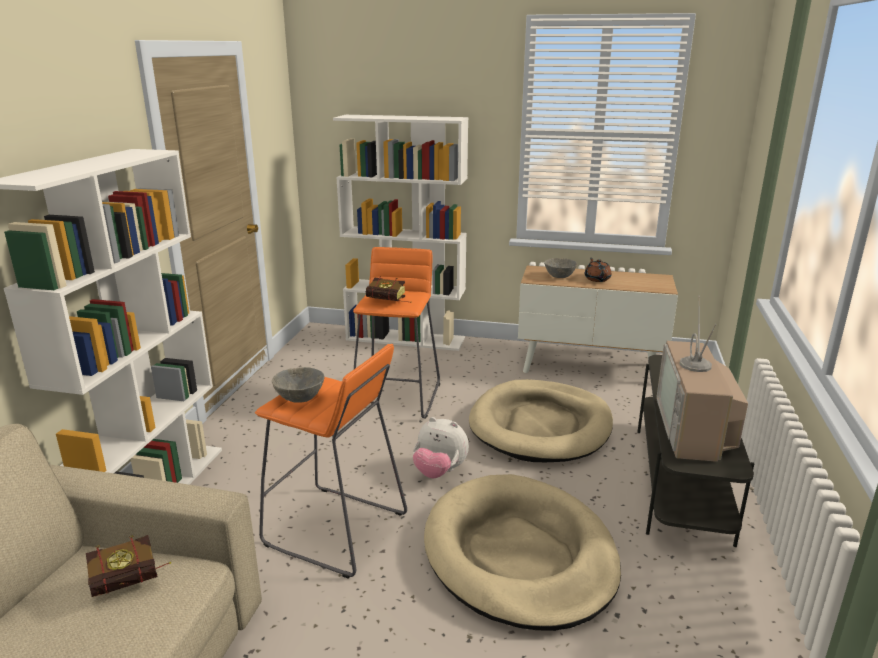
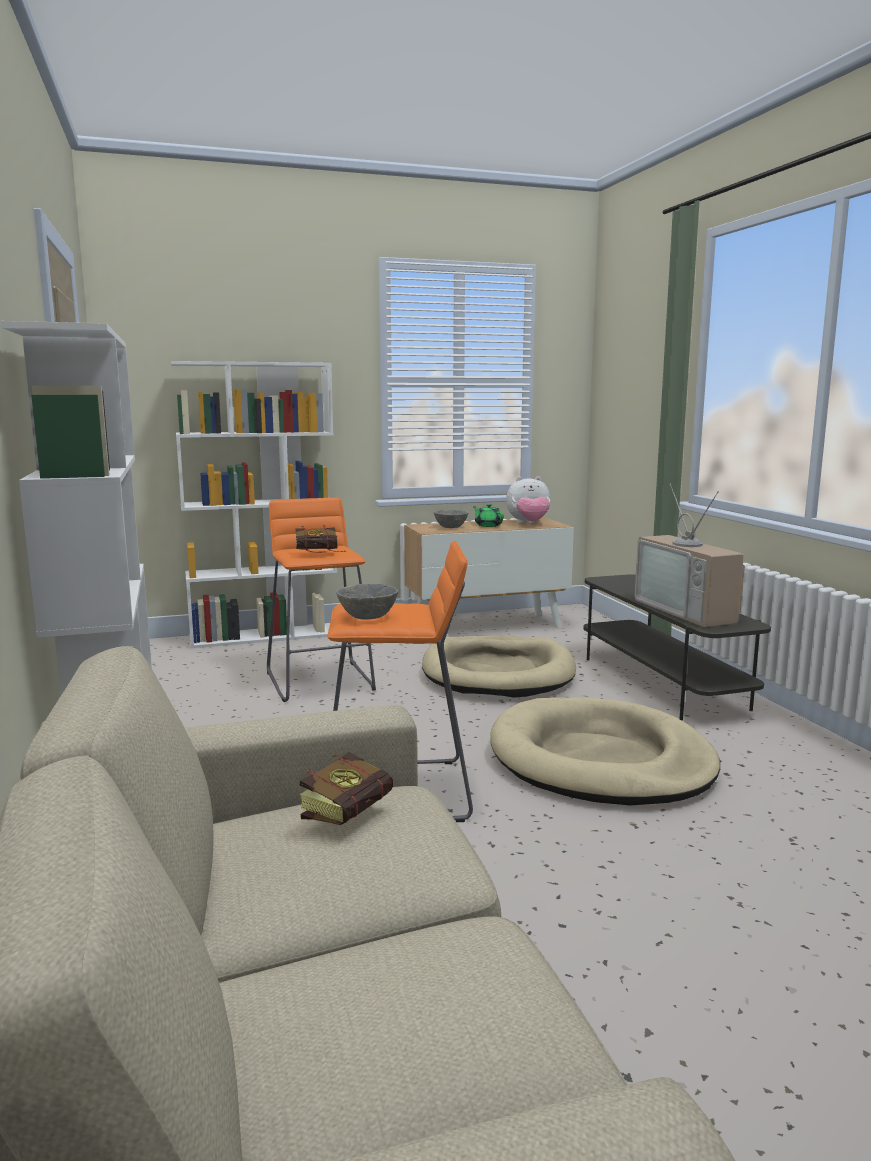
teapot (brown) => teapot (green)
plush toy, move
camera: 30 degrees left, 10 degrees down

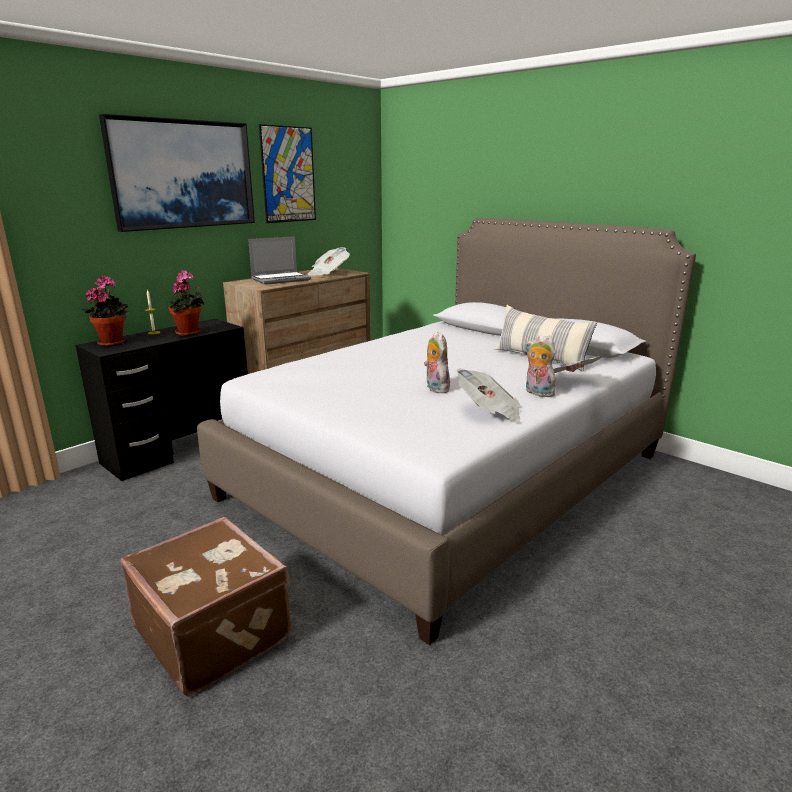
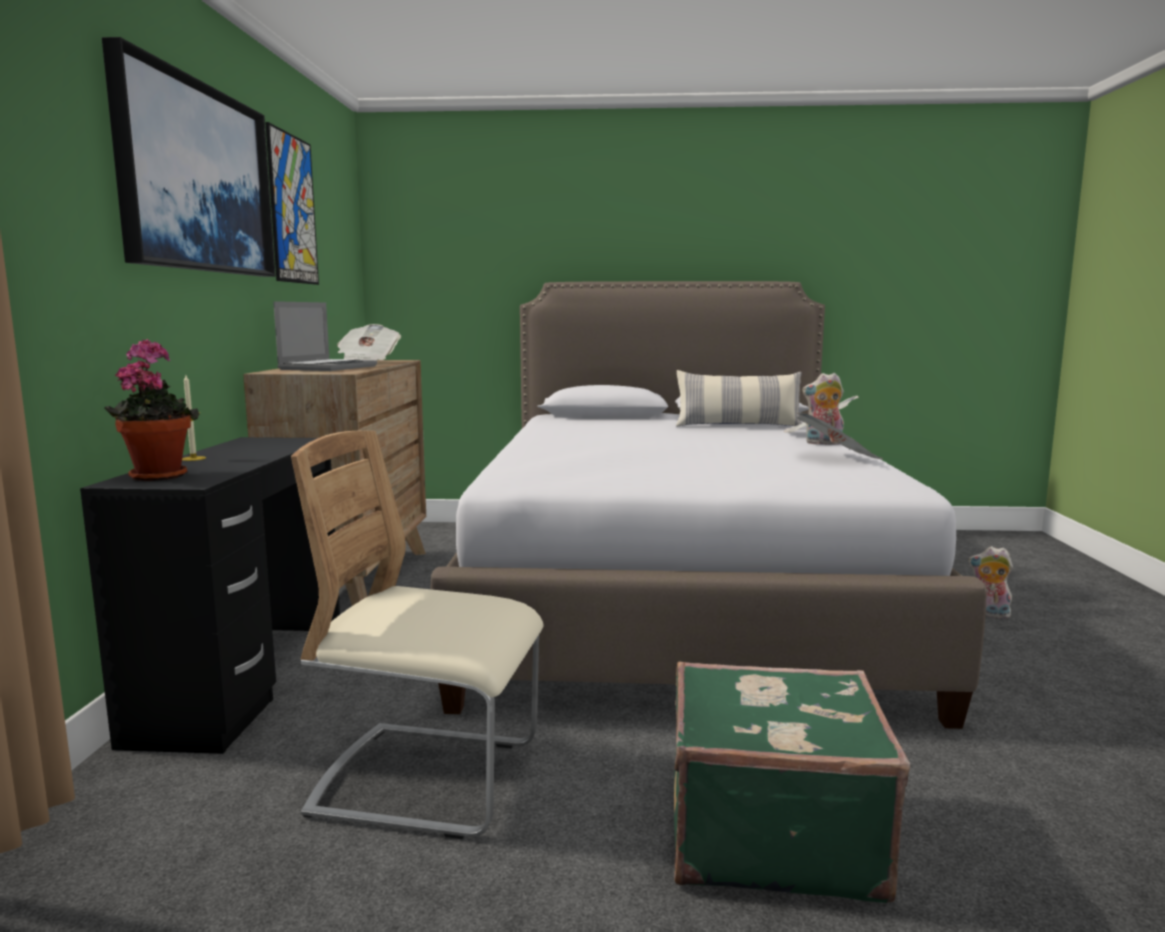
nothing => chair (beige)
suitcase (brown) => suitcase (green)
plush toy (1st from left in the first image) => plush toy (2nd from left), move
potted plant (2nd from left) => nothing
camera: 40 degrees left, 10 degrees down

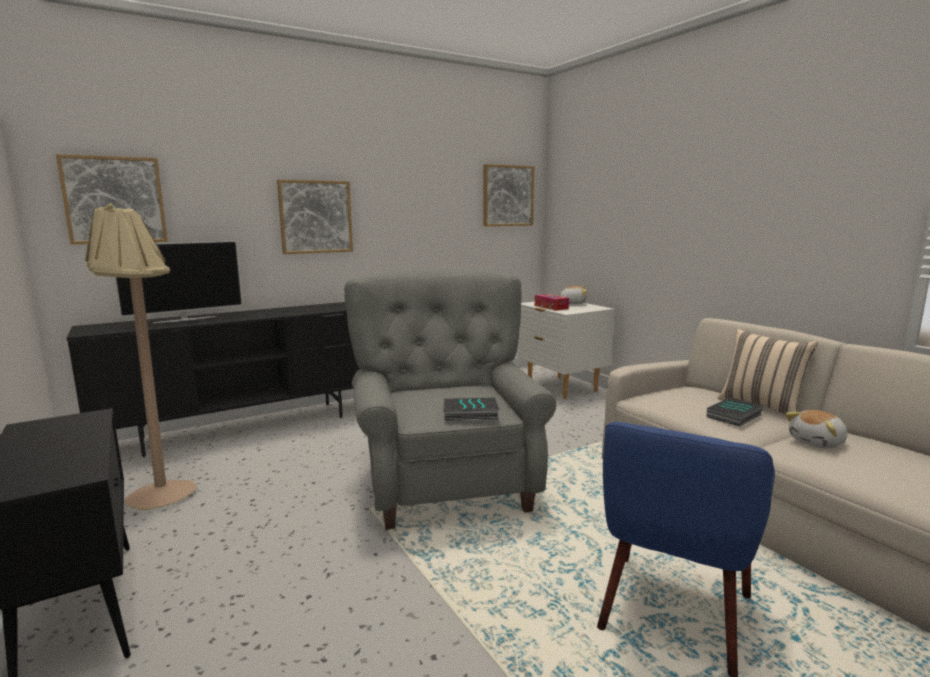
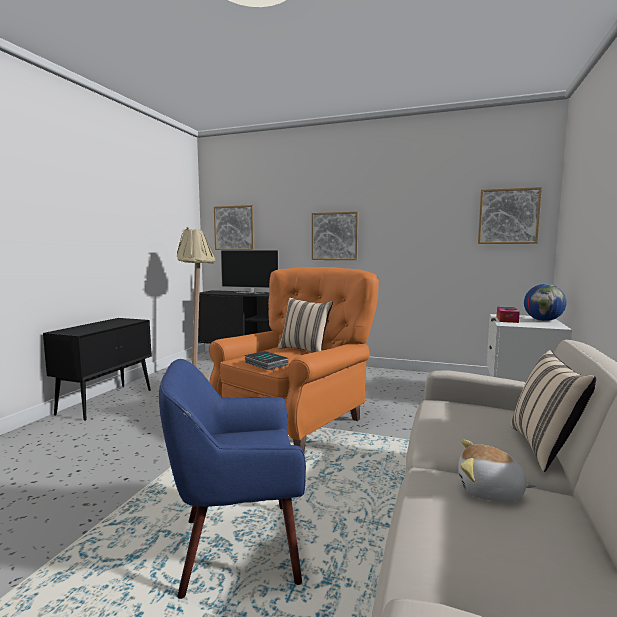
armchair (grey) => armchair (orange)
nothing => pillow (beige) (1st from left)
plush toy (1st from left) => globe
book (2nd from left) => nothing
camera: 50 degrees right, 5 degrees down

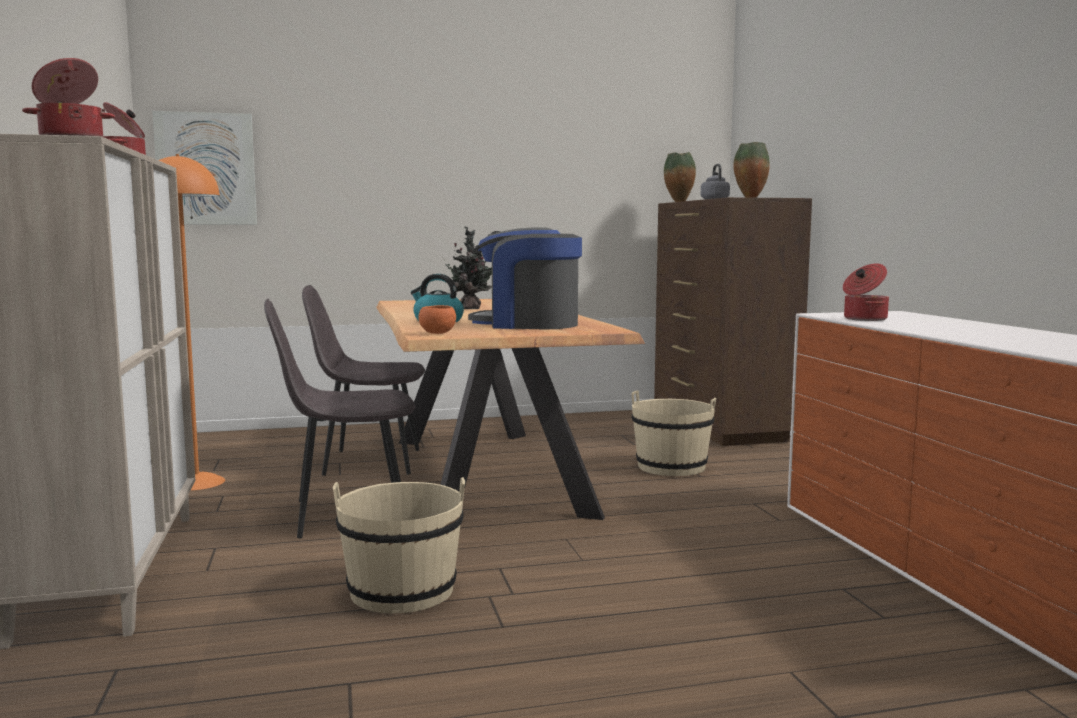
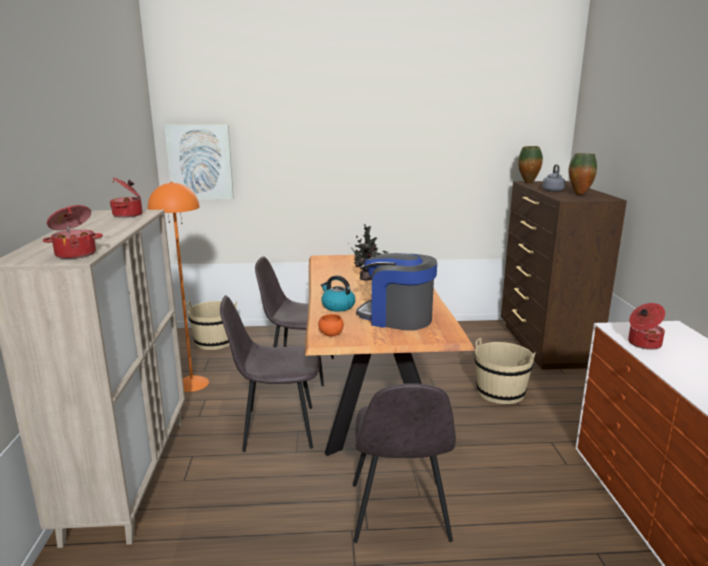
bucket (beige) (1st from left), move
nothing => chair (grey) (3rd from left)
camera: 10 degrees right, 10 degrees up

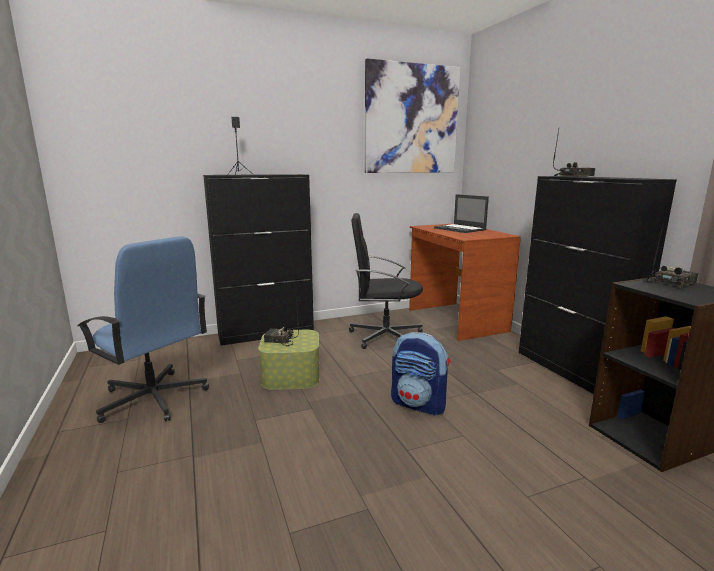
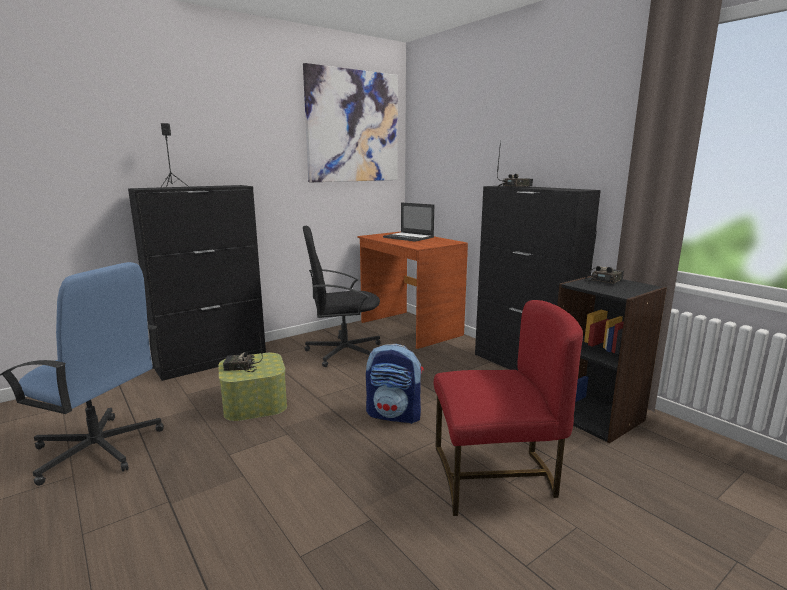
nothing => chair (red)
camera: 15 degrees left, 0 degrees up

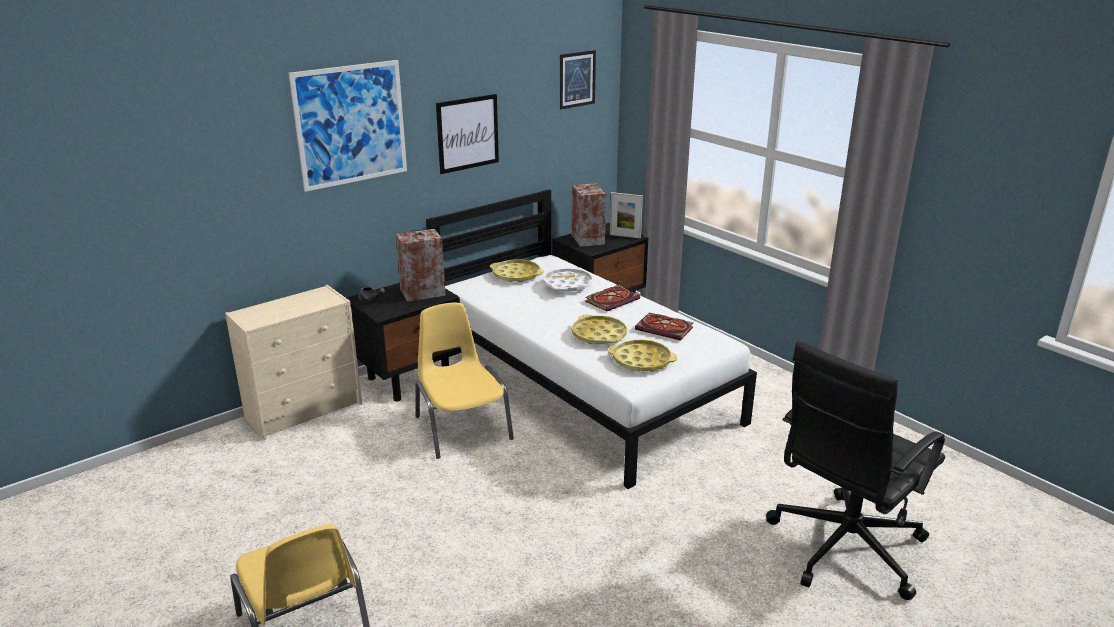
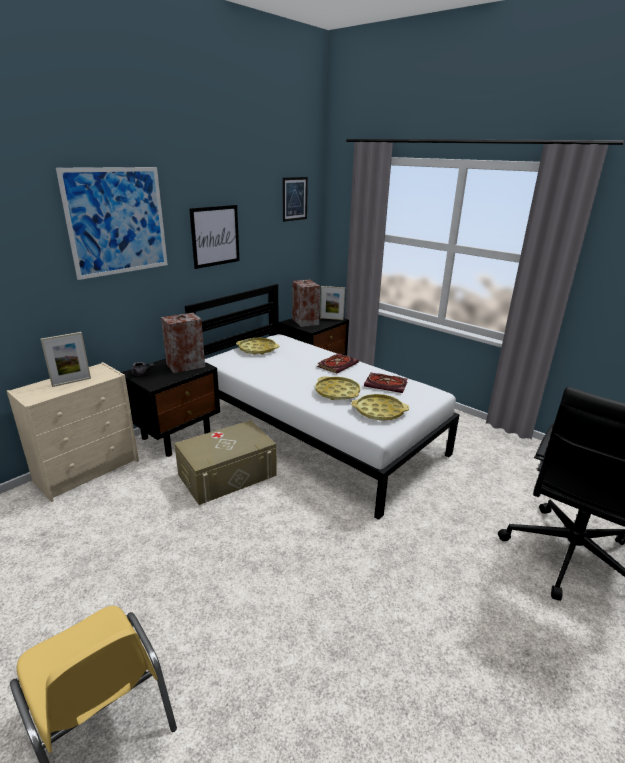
nothing => picture frame (1st from left)
chair (yellow) (2nd from left) => storage box (beige)
tray (white) => nothing
camera: 10 degrees left, 0 degrees up

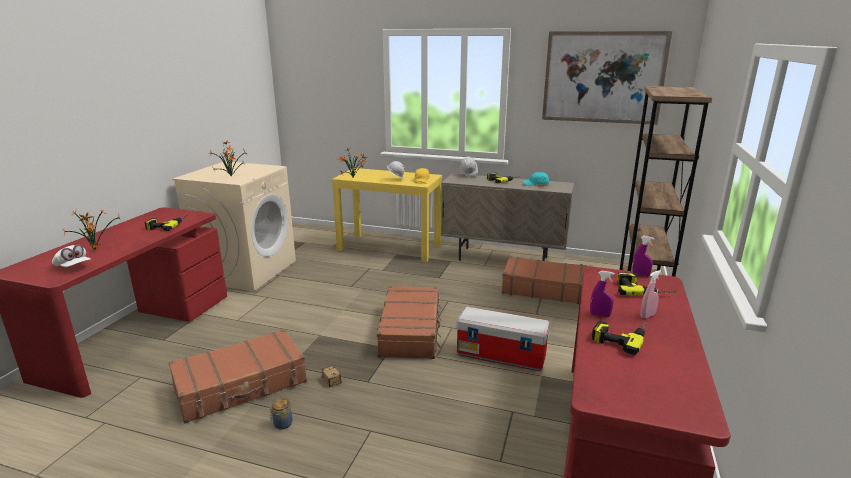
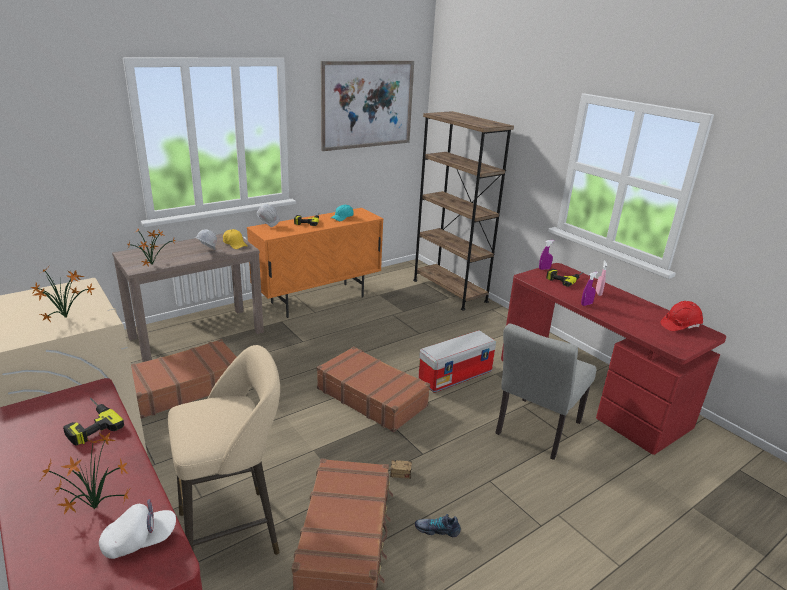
console table (yellow) => console table (brown)
suitcase (brown) (3rd from left in the first image) => suitcase (brown) (1st from left), move
nothing => stool (beige)
cabinet (beige) => cabinet (orange)
jar => shoe
nothing => chair (grey)
nothing => hard hat (red)
power drill (3rd from left) => nothing
camera: 55 degrees left, 5 degrees up

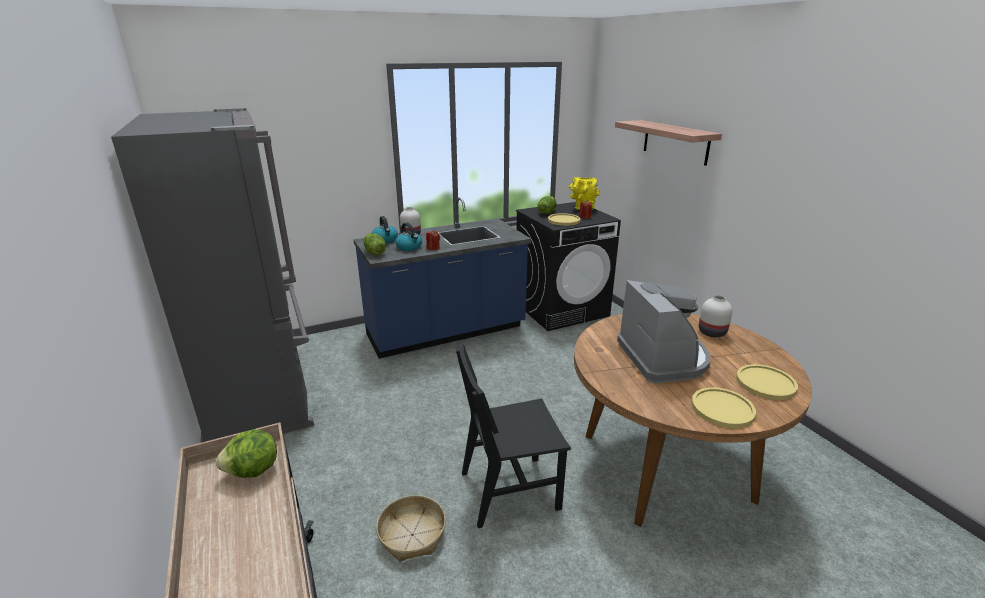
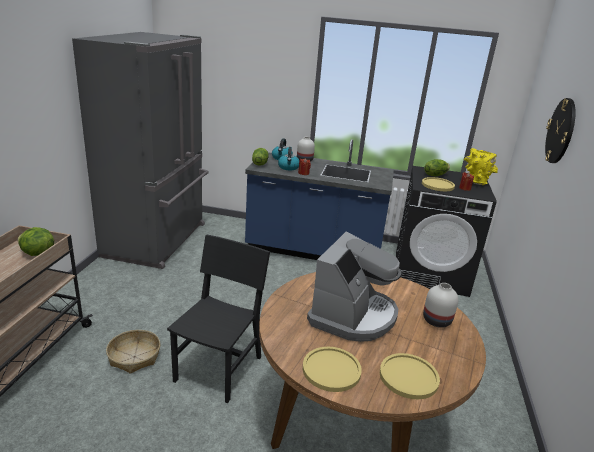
chair (black), 90 degrees clockwise
shelf => wall clock
camera: 35 degrees right, 0 degrees up

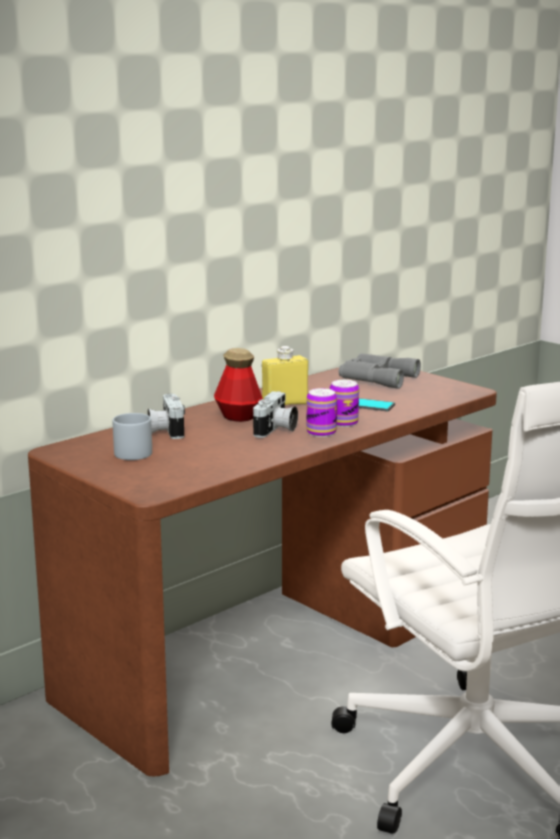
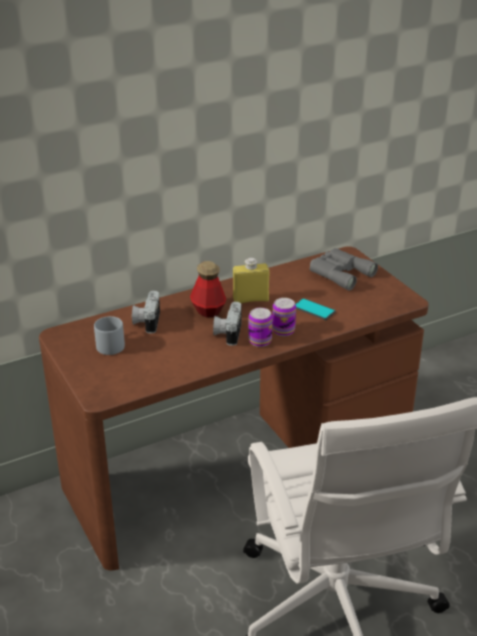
photo camera (2nd from left), 150 degrees clockwise
camera: 15 degrees right, 15 degrees up

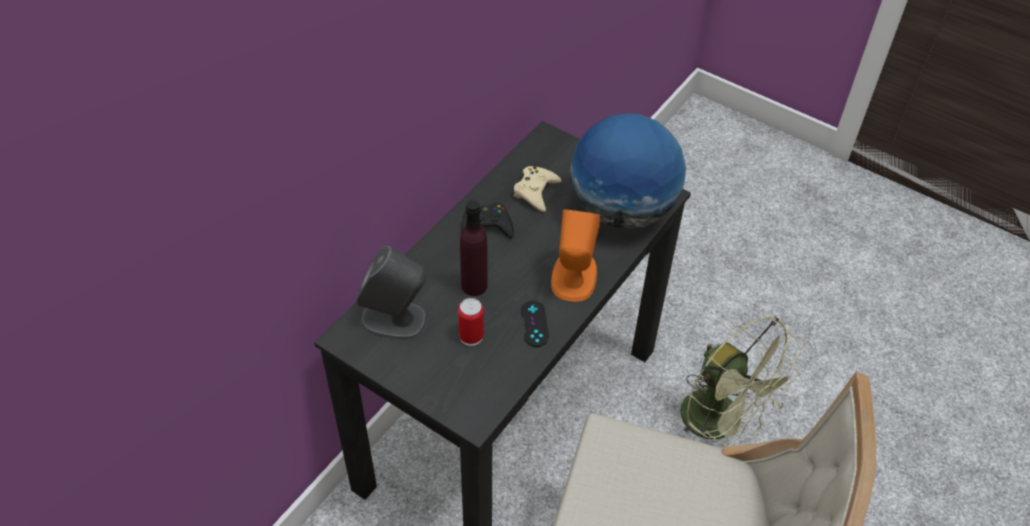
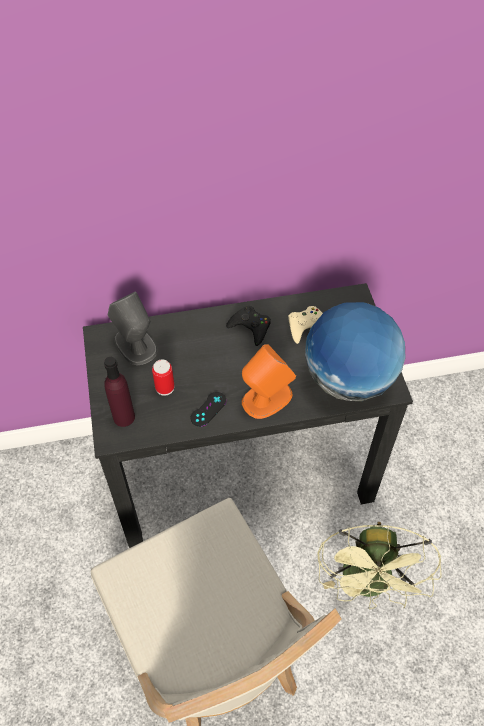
bottle (purple), move
camera: 45 degrees right, 5 degrees up

